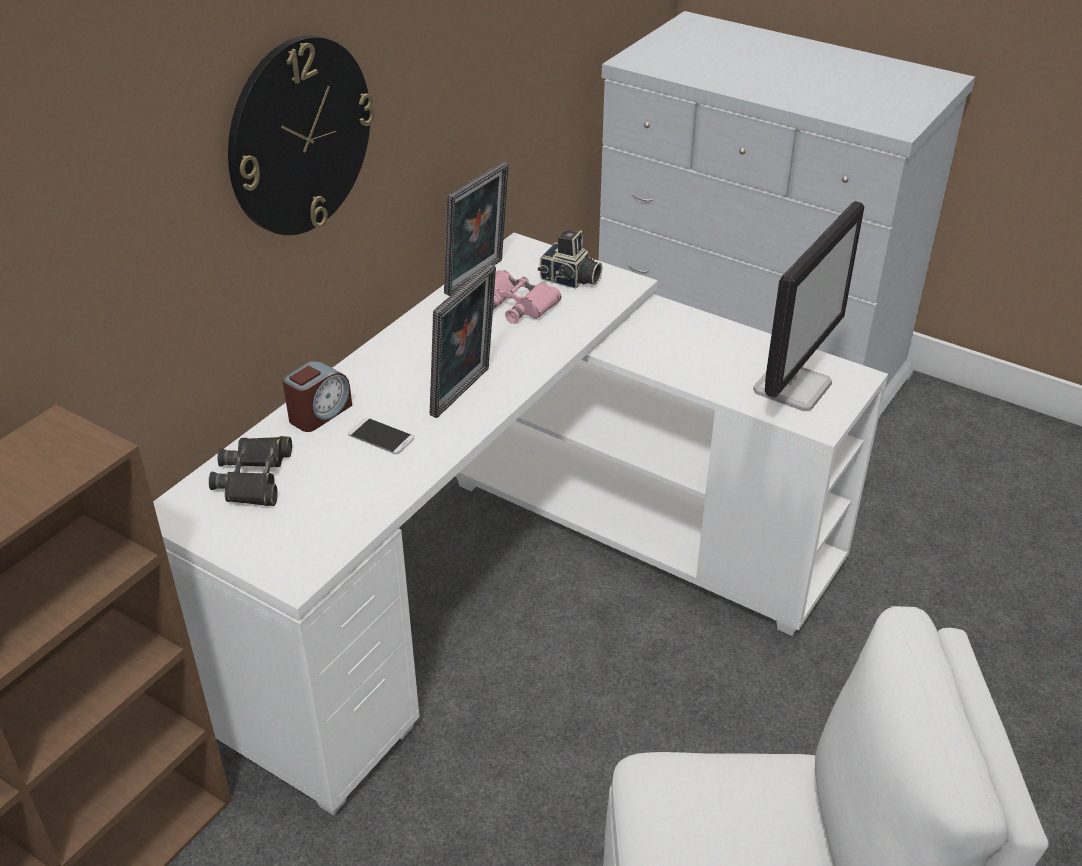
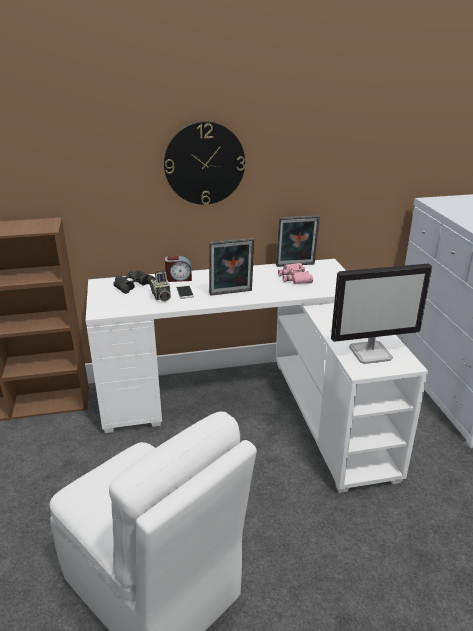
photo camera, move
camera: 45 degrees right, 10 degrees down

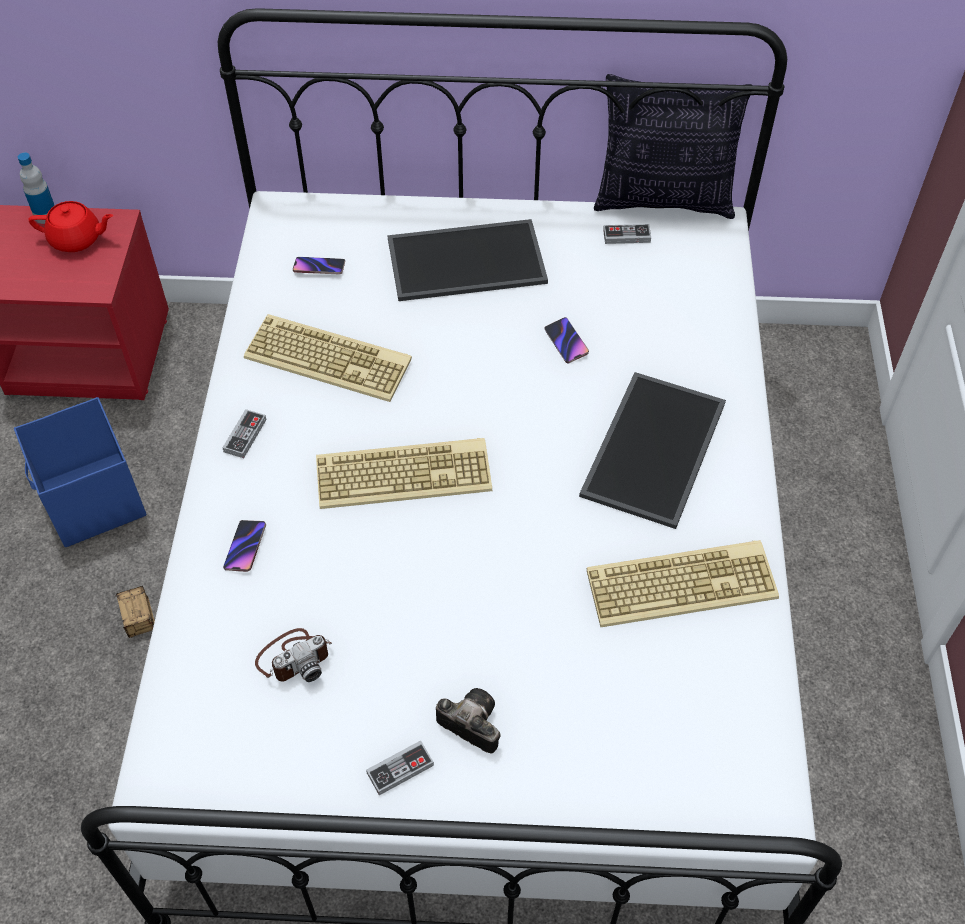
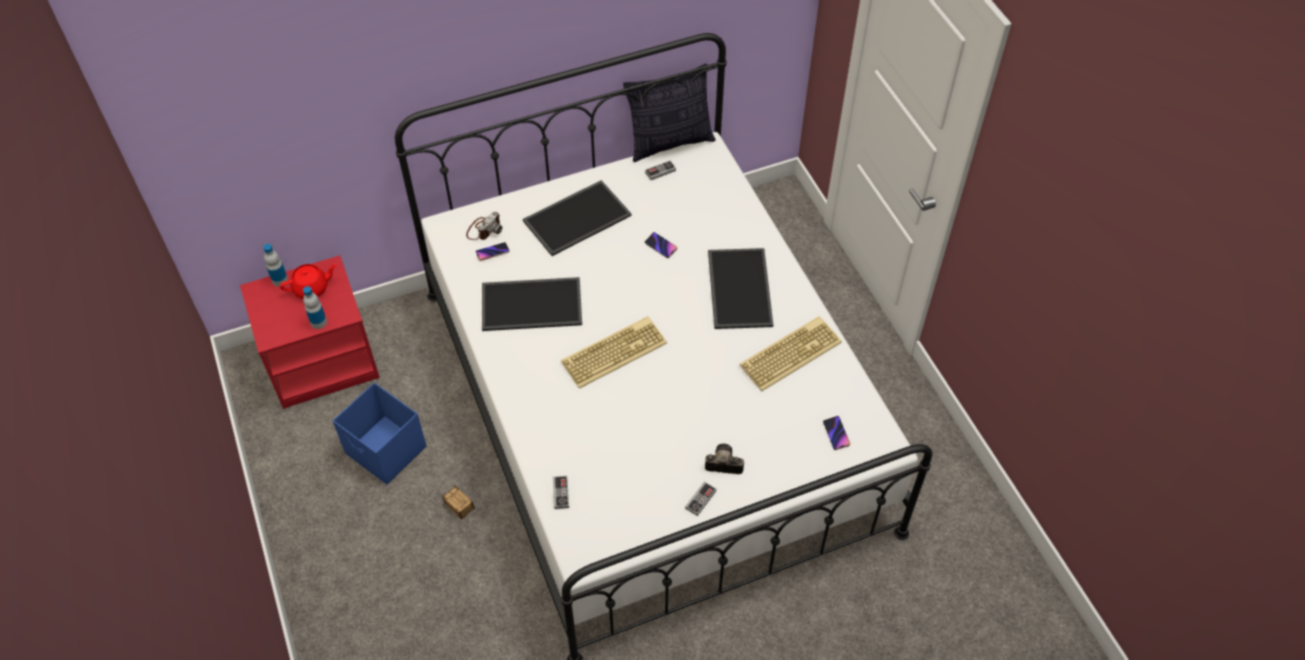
nothing => bottle (2nd from left)
photo camera (1st from left), move
keyboard (1st from left) => tray (1st from left)
game controller (1st from left), move
phone (1st from left in the first image) => phone (3rd from left), move
camera: 25 degrees left, 0 degrees up

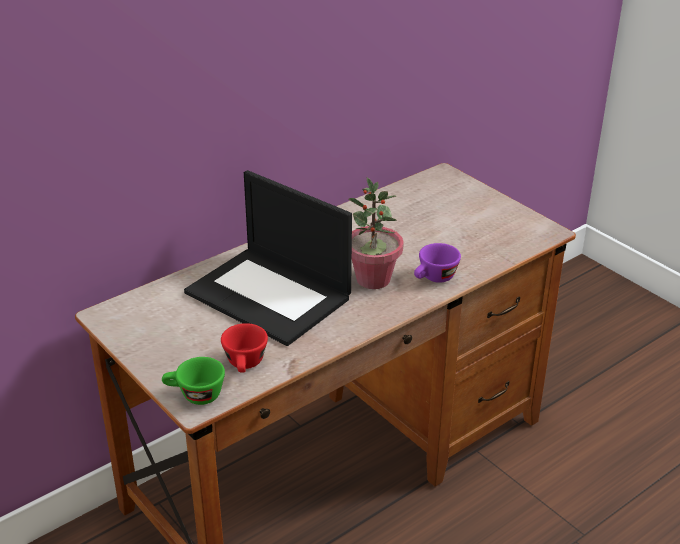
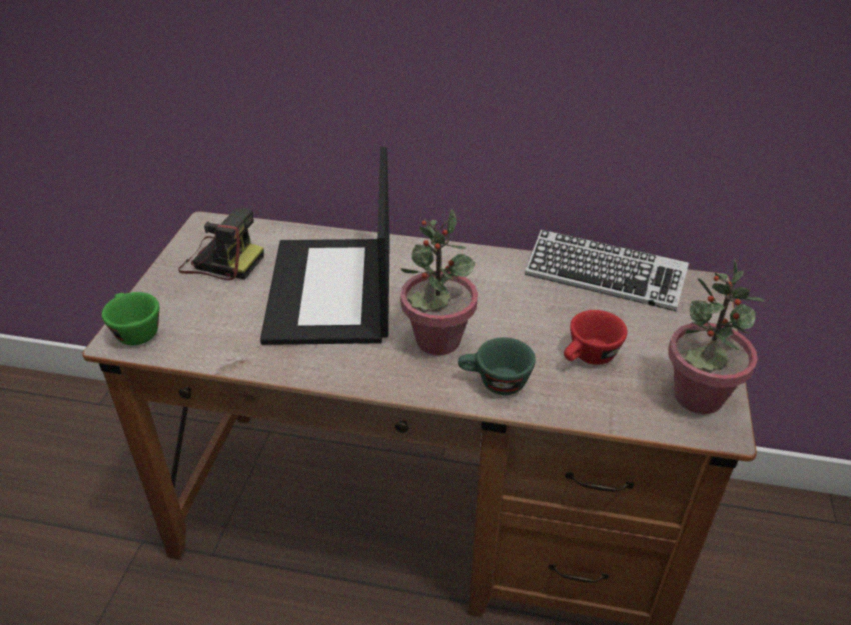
nothing => photo camera
cup (purple) => cup (green) (2nd from left)
nothing => keyboard
cup (red), move
nothing => potted plant (2nd from left)
camera: 50 degrees right, 5 degrees up

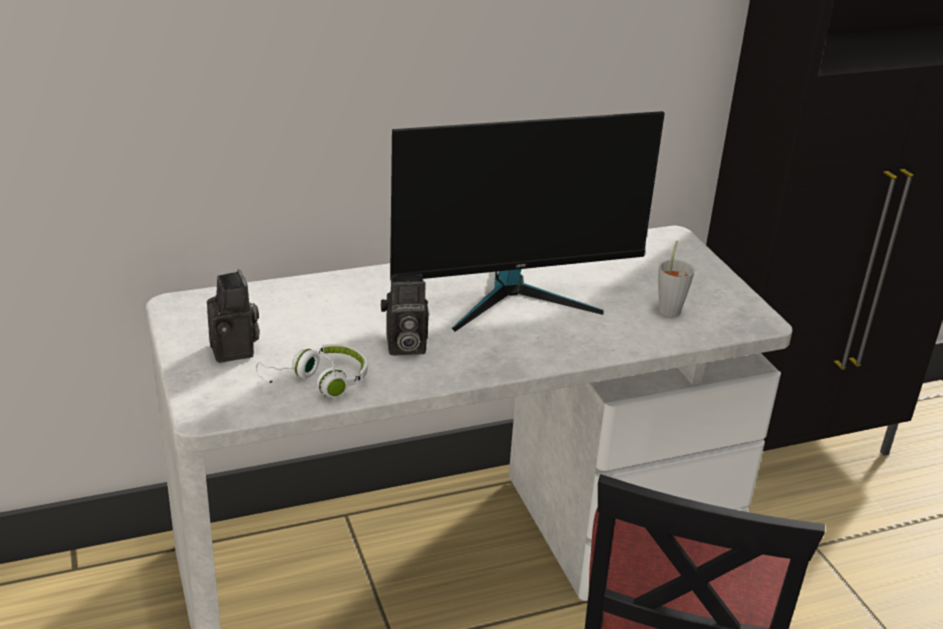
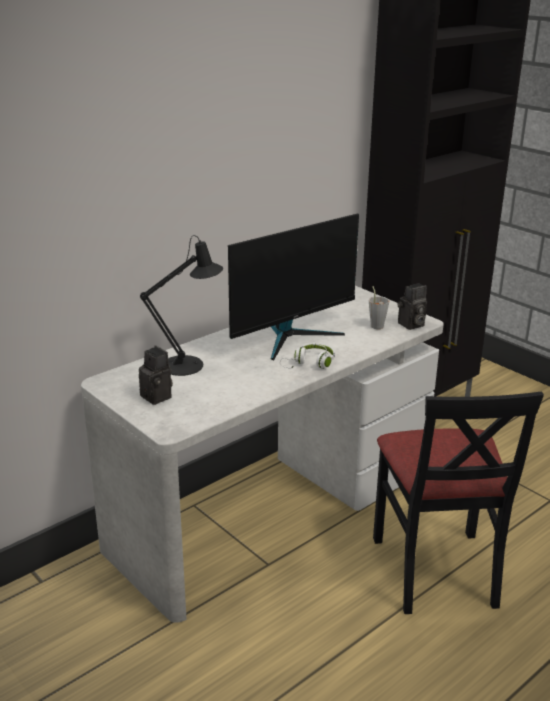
nothing => table lamp (black)
headphones (white), move
photo camera (2nd from left), move
camera: 20 degrees left, 5 degrees down

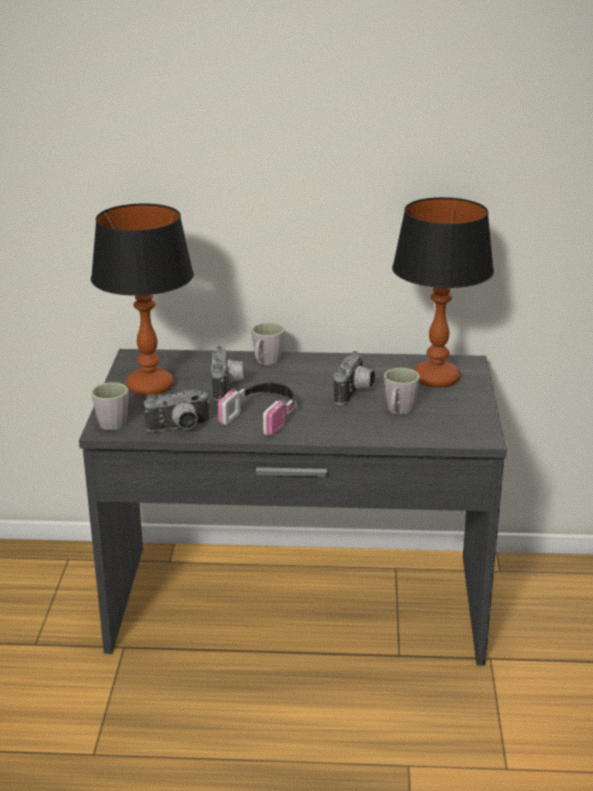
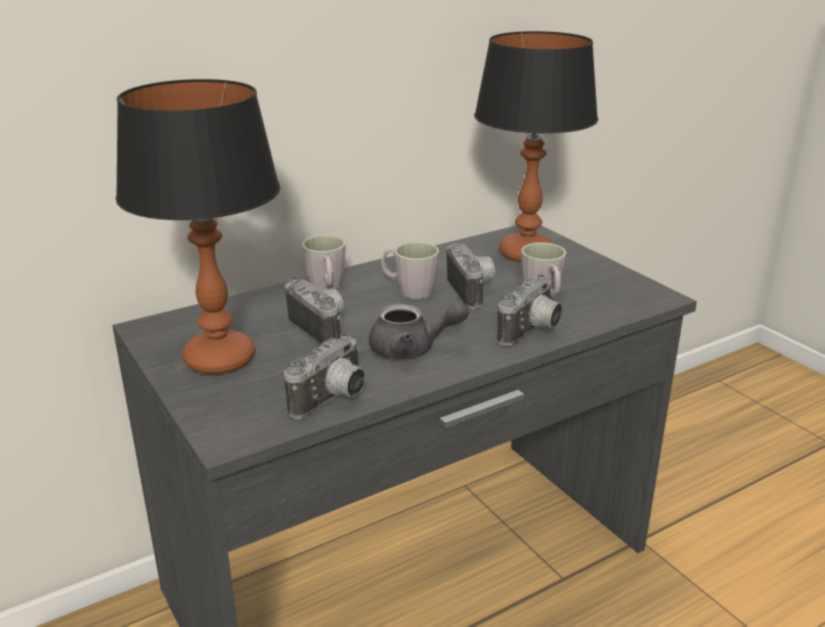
headphones => teapot (grey)
mug (grey) (1st from left in the first image) => mug (grey) (2nd from left), move
nothing => photo camera (4th from left)
camera: 35 degrees left, 0 degrees up

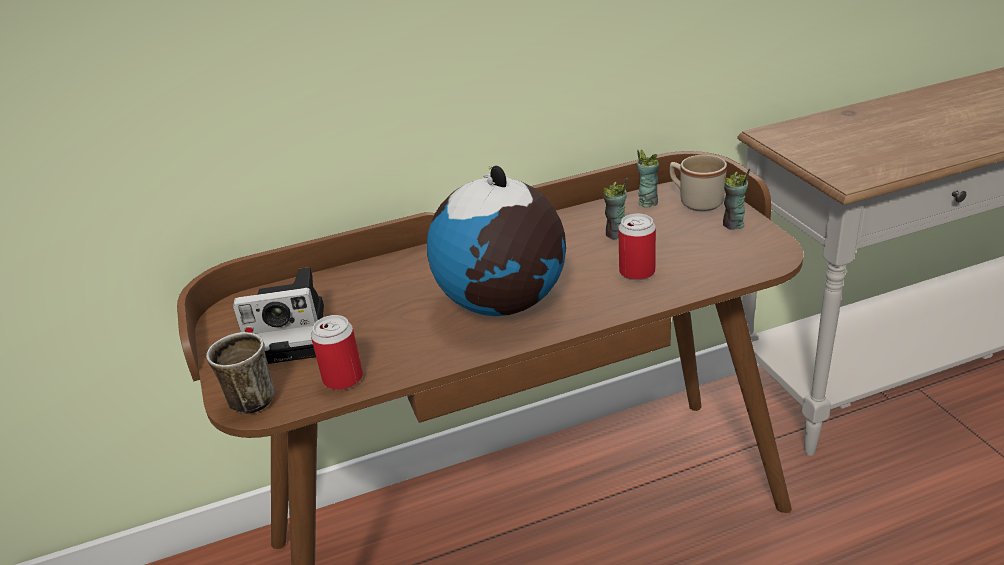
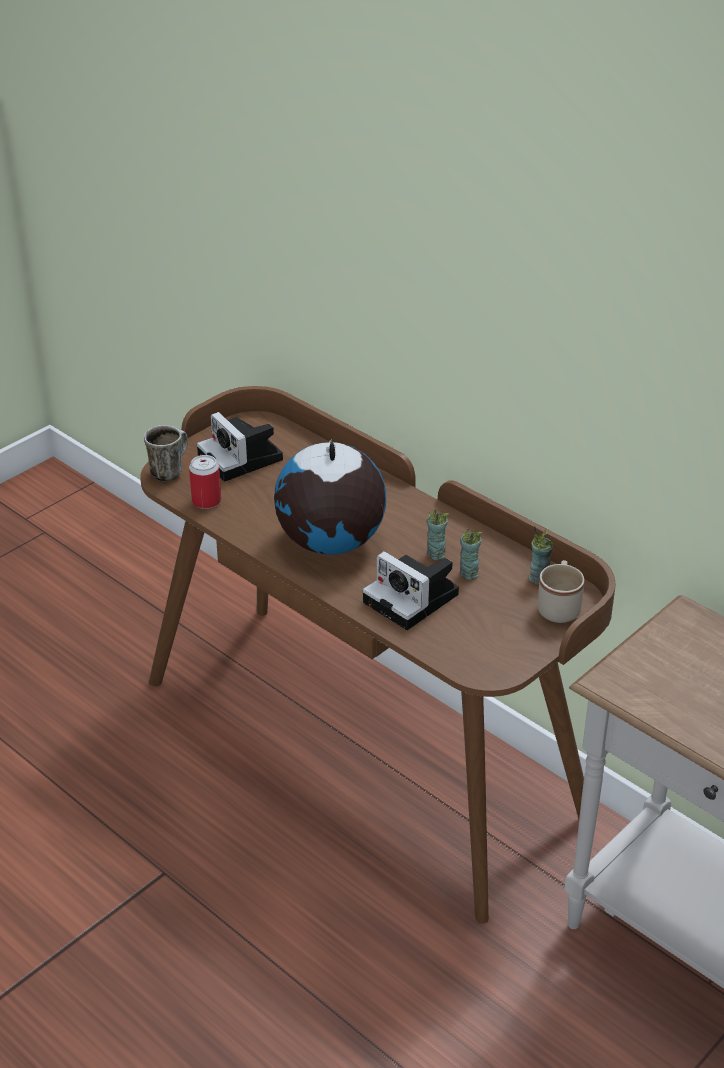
can (2nd from left) => photo camera (2nd from left)
cup (3rd from left in the first image) => cup (1st from left), move
camera: 60 degrees right, 5 degrees up

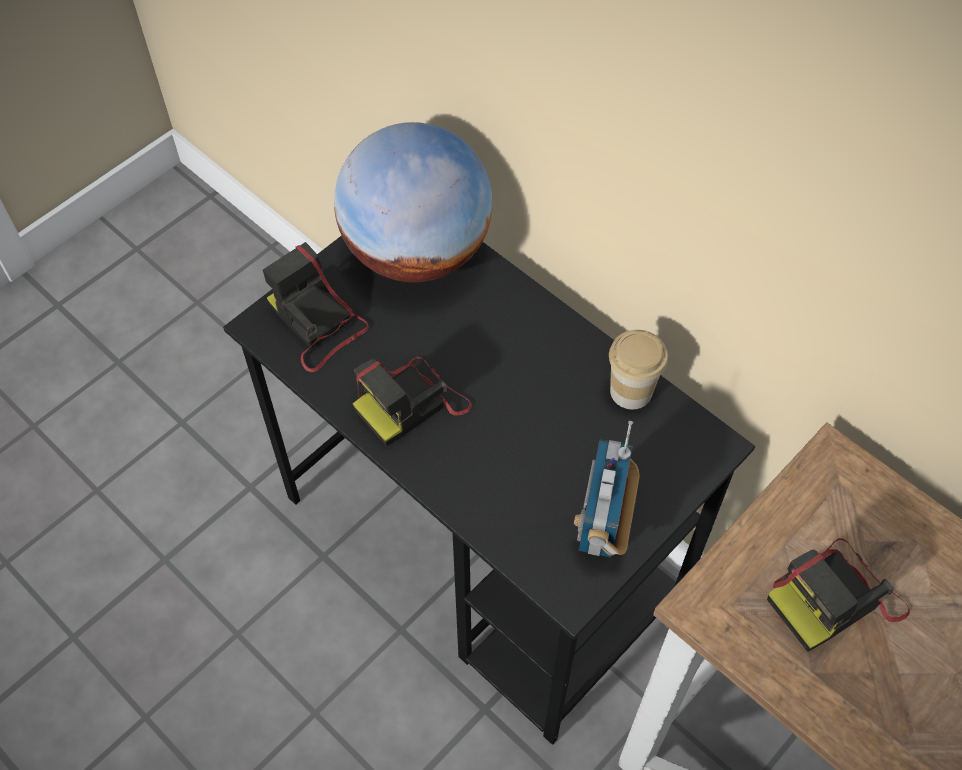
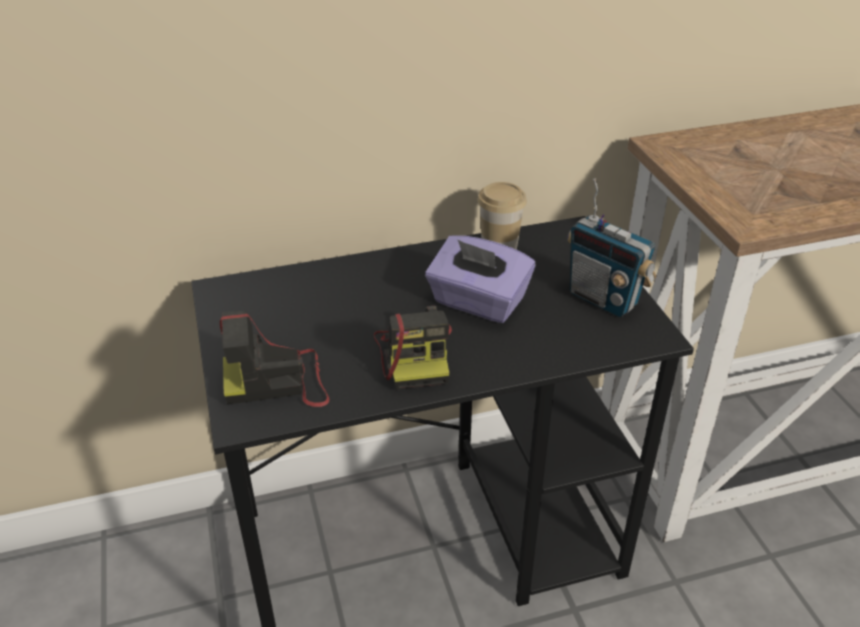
nothing => tissue box (purple)
globe => nothing
photo camera (3rd from left) => nothing
camera: 60 degrees left, 20 degrees down

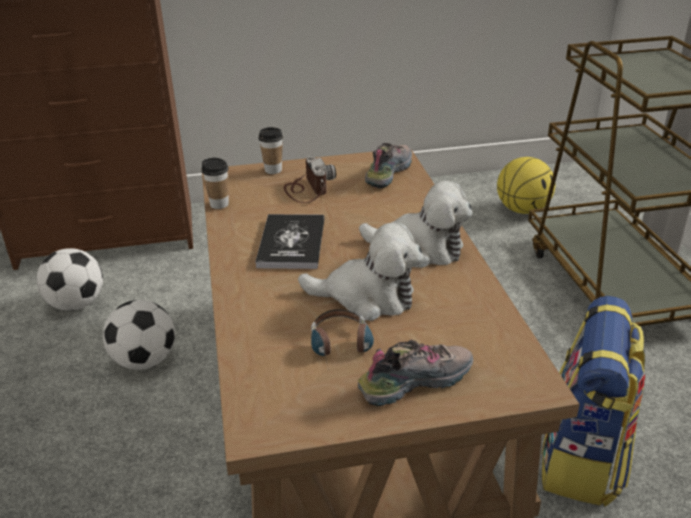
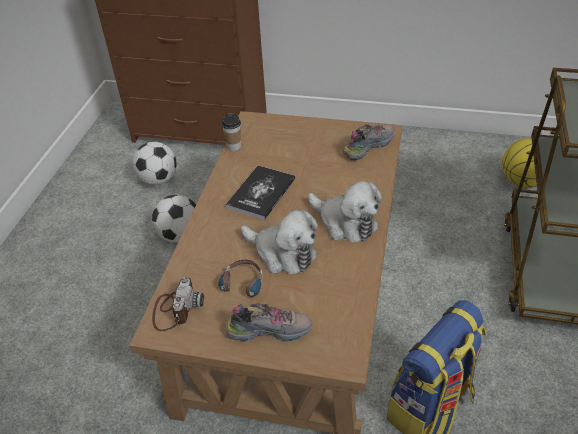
photo camera, move
cup (2nd from left) => nothing
camera: 25 degrees right, 10 degrees up

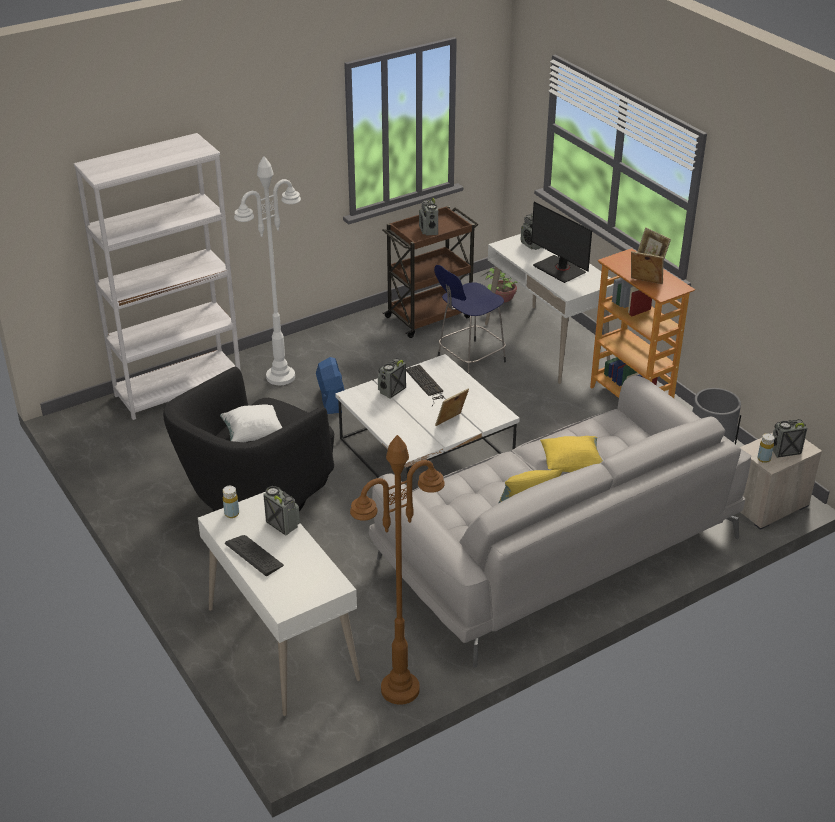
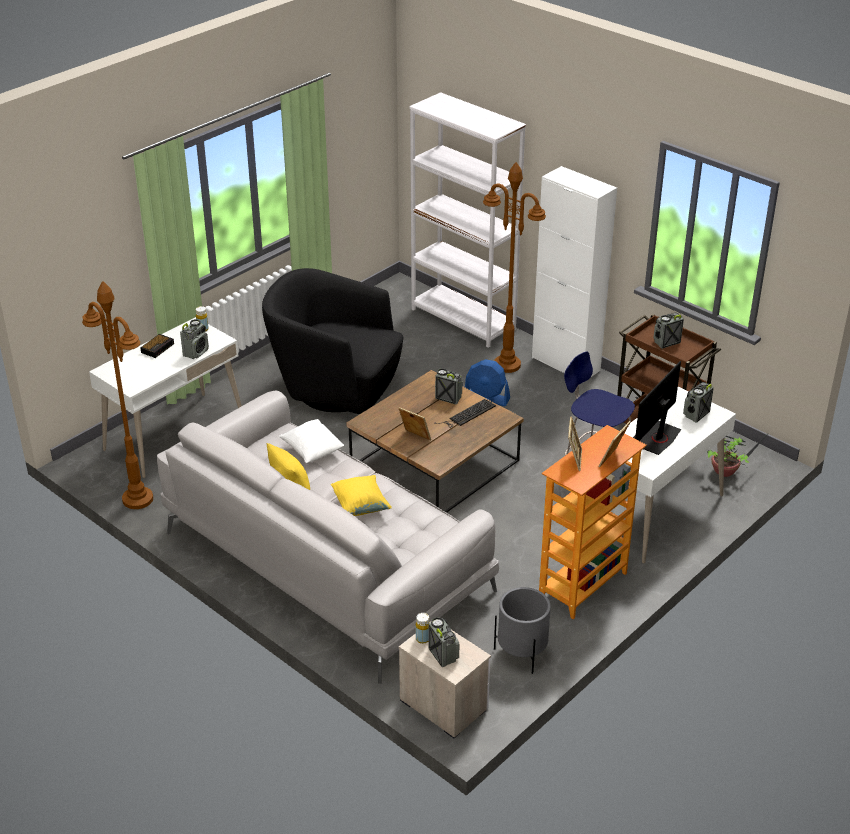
keyboard (1st from left) => alarm clock
pillow (white), move
coffee table (white) => coffee table (brown)
fan (blue), 45 degrees clockwise
floor lamp (white) => floor lamp (brown) (2nd from left)
nothing => cabinet (white)
camera: 75 degrees right, 0 degrees up

